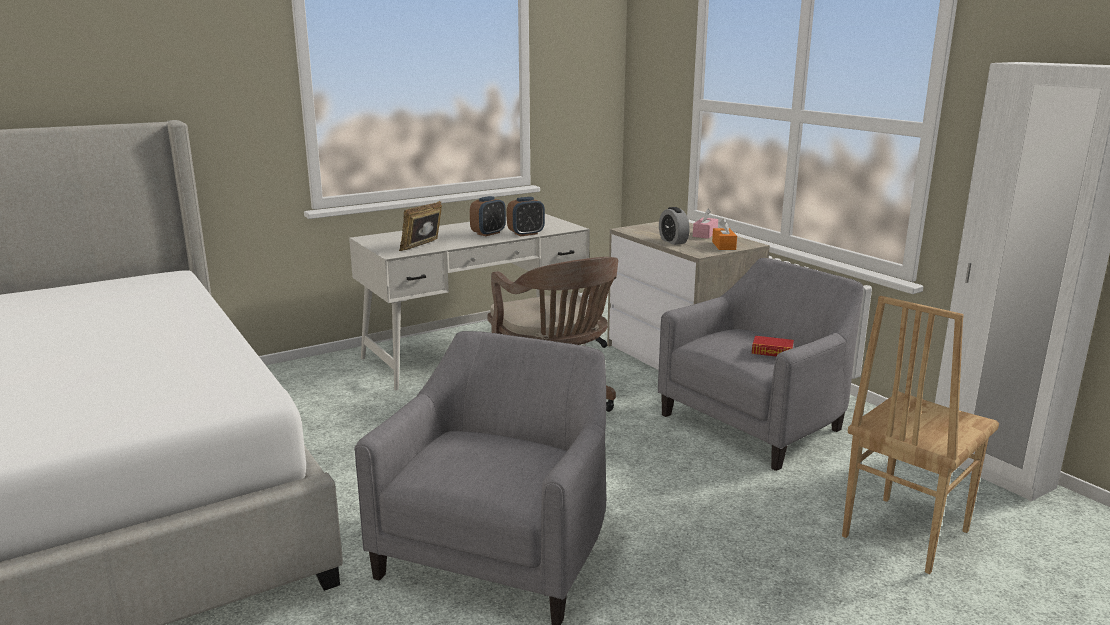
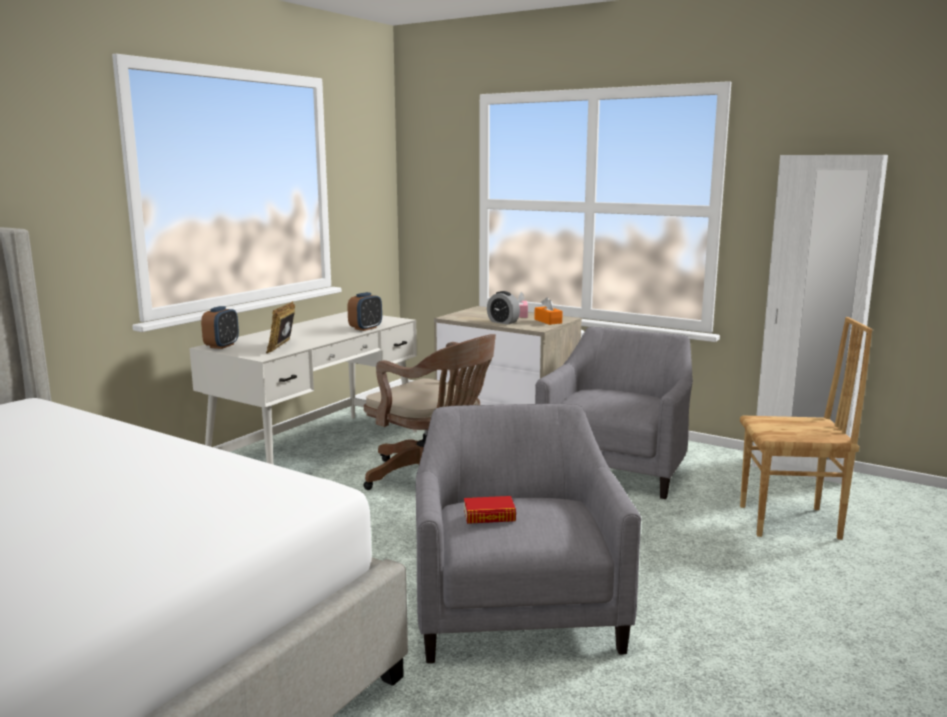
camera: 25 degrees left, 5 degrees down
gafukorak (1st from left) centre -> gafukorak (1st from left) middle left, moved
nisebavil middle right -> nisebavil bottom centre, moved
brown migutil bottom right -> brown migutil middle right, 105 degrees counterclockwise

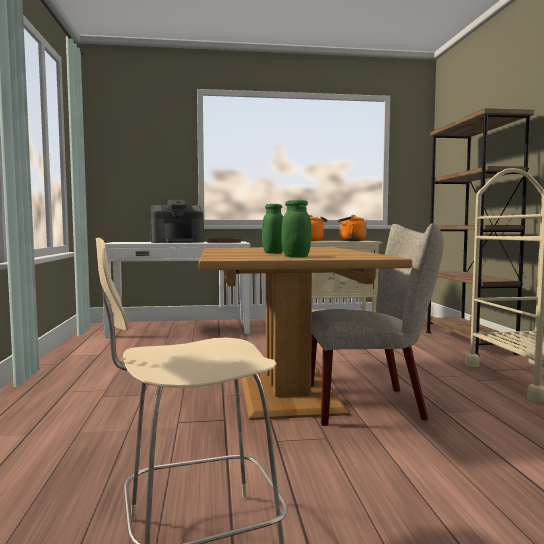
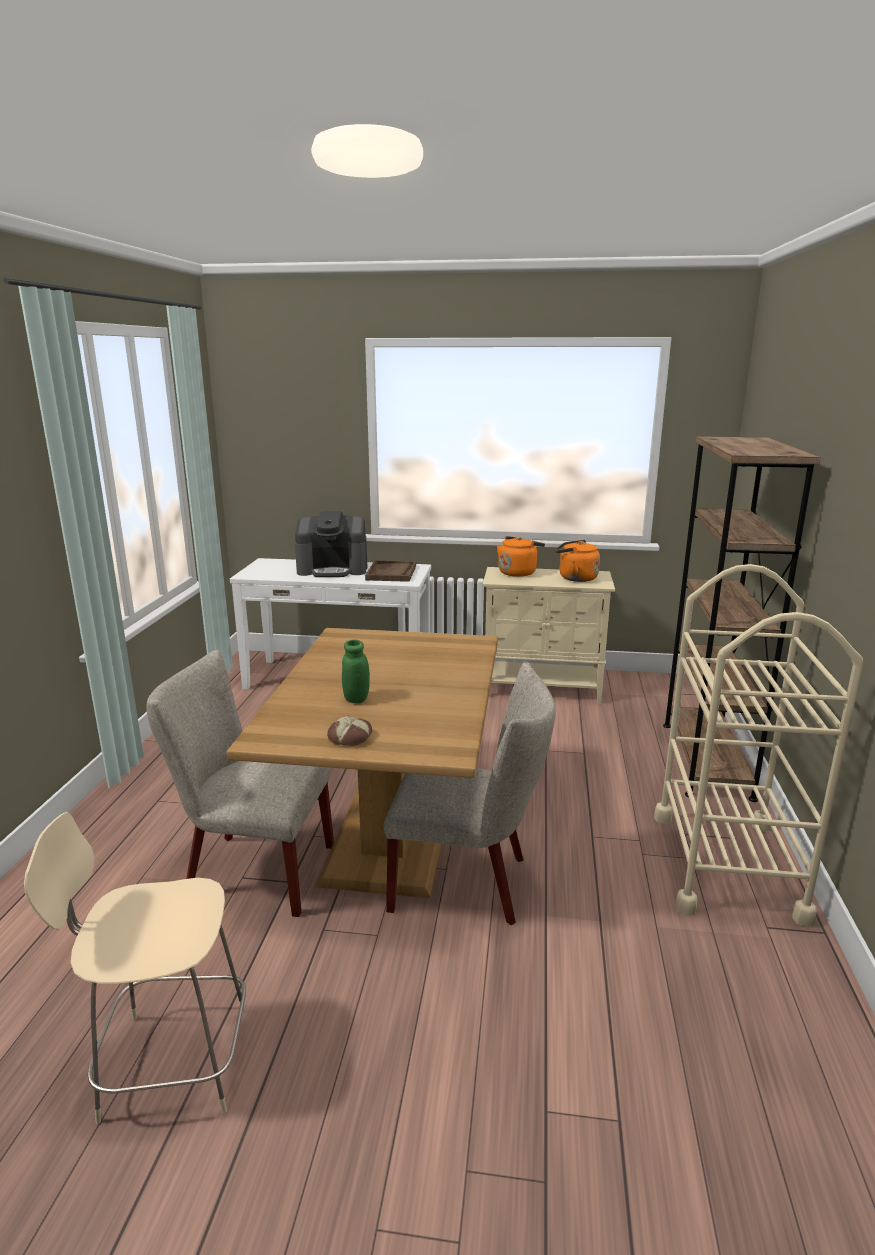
camera: 15 degrees right, 15 degrees up
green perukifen (2nd from left) centre -> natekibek centre
none -> beige migutil (1st from left) middle left

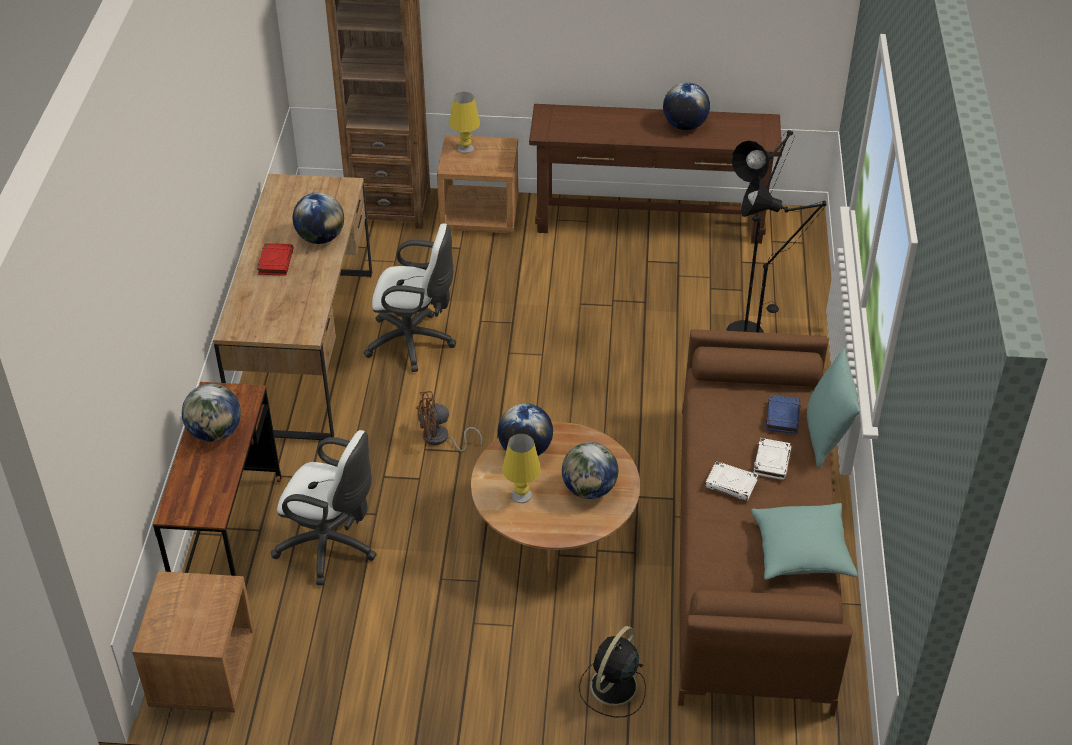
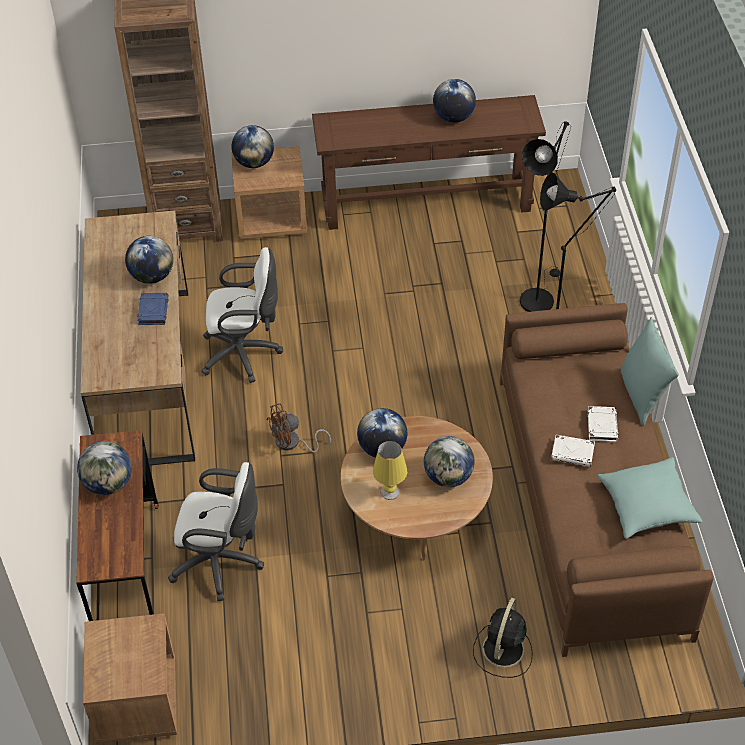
camera: 10 degrees left, 5 degrees up
red nisebavil middle left -> none
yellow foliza (1st from left) top centre -> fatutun (3rd from left) top centre
blue nisebavil middle right -> blue nisebavil middle left, moved

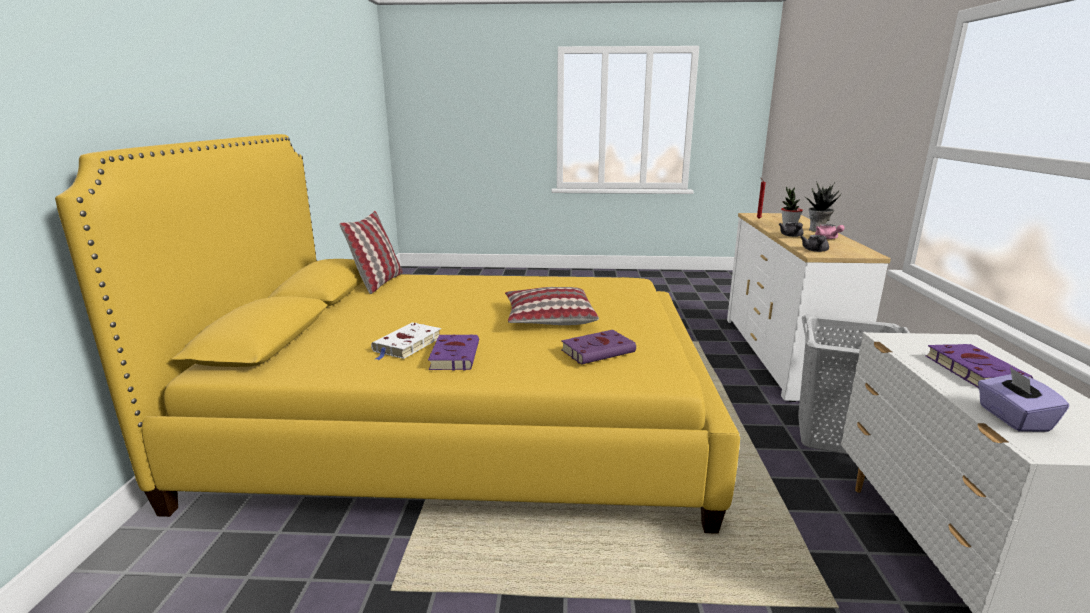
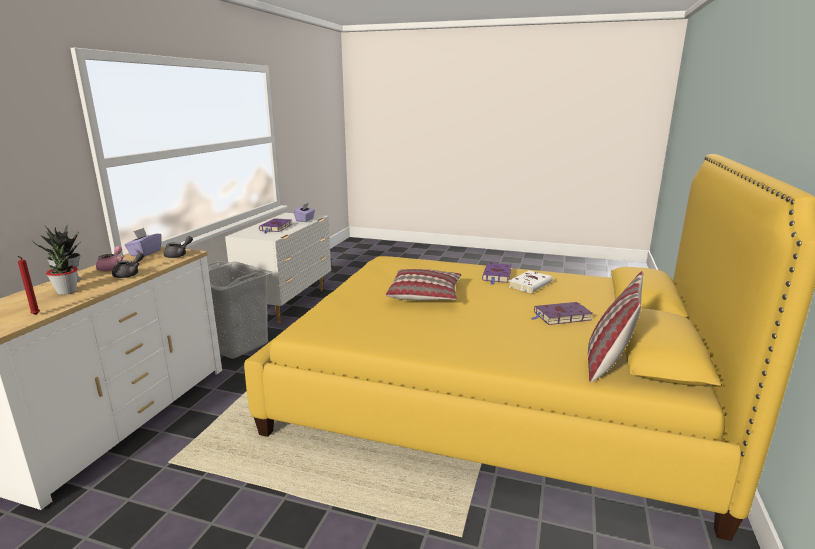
camera: 165 degrees left, 0 degrees up
purple nisebavil (2nd from left in the first image) centre -> purple nisebavil (3rd from left) middle right, moved
none -> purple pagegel (1st from left) middle left

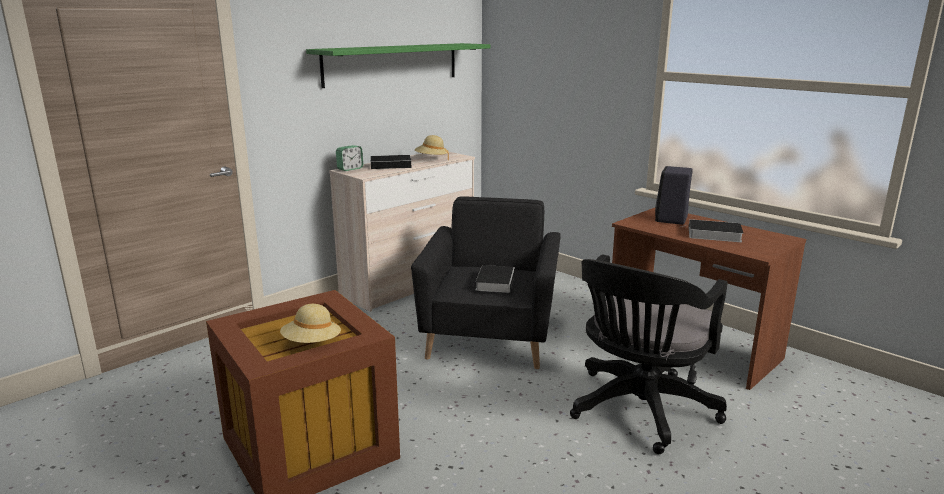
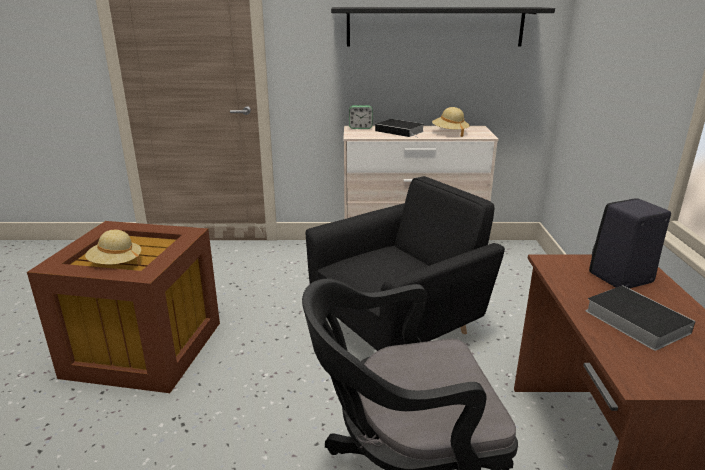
camera: 45 degrees right, 5 degrees up
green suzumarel top centre -> black suzumarel top centre
nisebavil (2nd from left) centre -> none

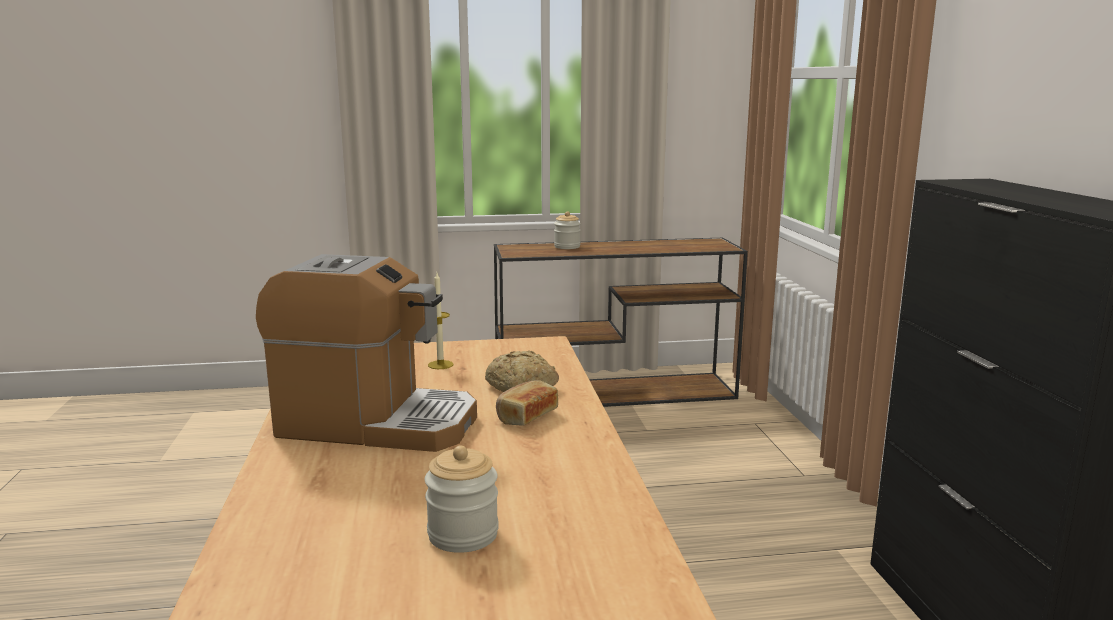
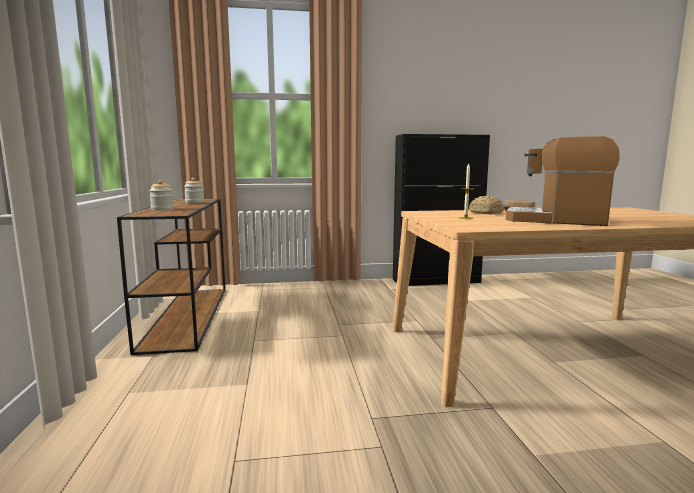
camera: 90 degrees left, 5 degrees down
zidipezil middle left -> zidipezil middle right, 75 degrees counterclockwise
perukifen (1st from left in the first image) bottom centre -> perukifen (2nd from left) middle left, moved

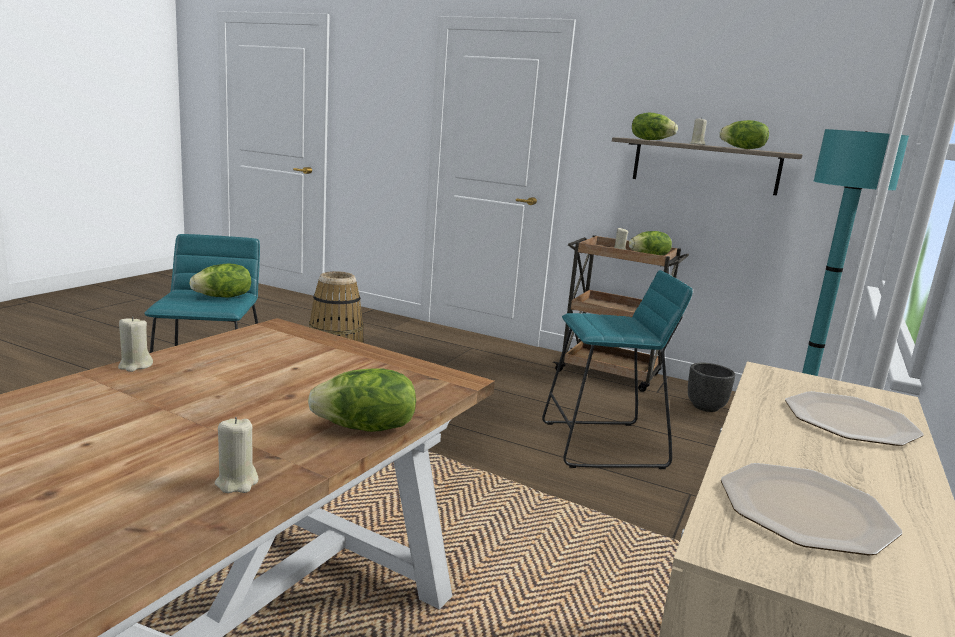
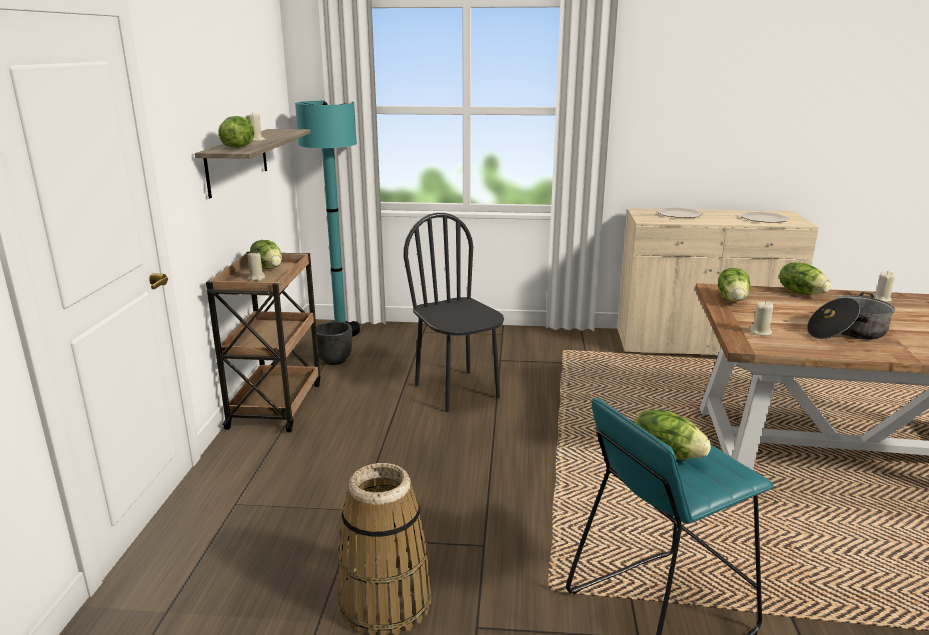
camera: 110 degrees left, 5 degrees up
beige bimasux (1st from left in the first image) middle left -> beige bimasux (3rd from left) middle right, moved
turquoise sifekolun (2nd from left) centre -> black migutil centre
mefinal (5th from left in the first image) top right -> mefinal (4th from left) middle right, moved
none -> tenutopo middle right

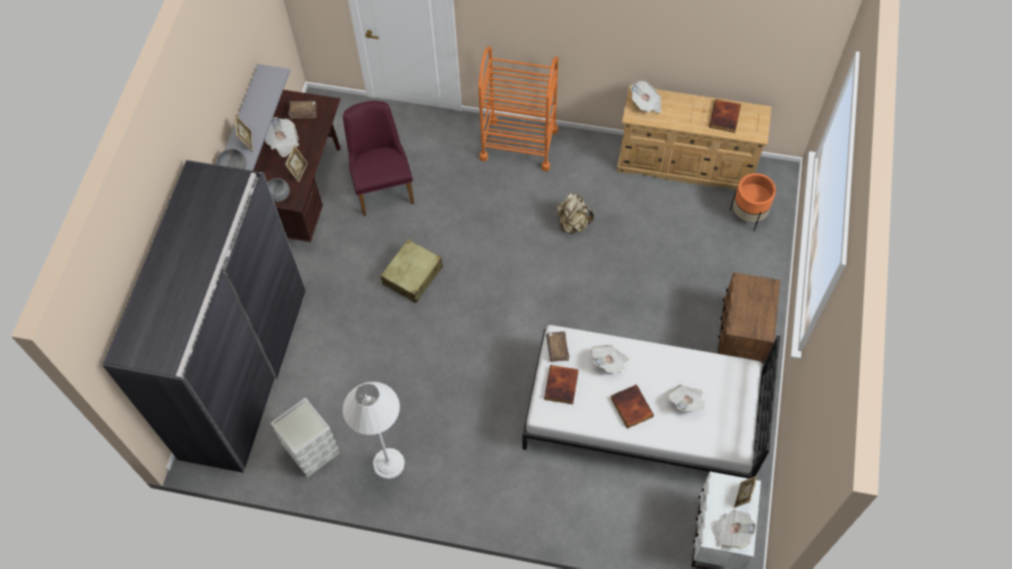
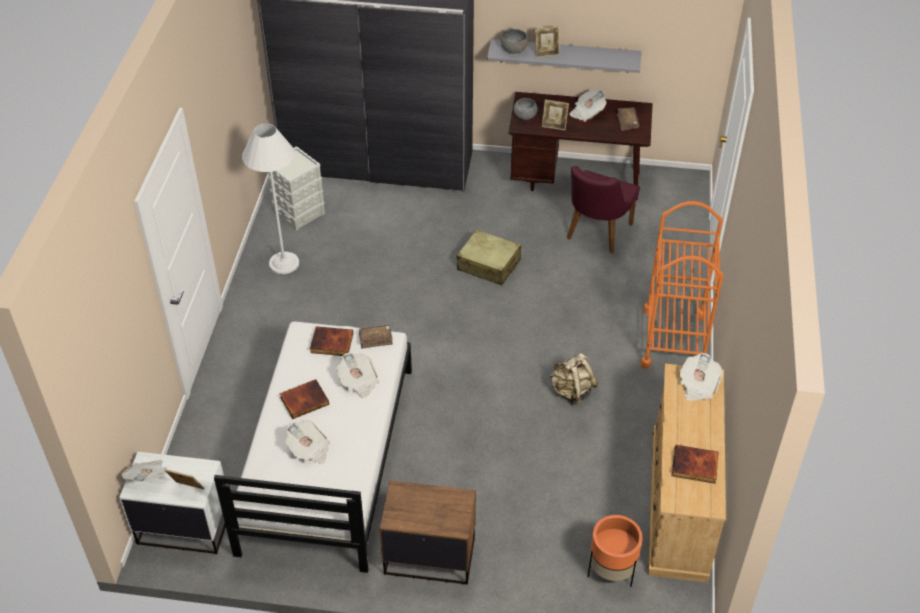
camera: 85 degrees right, 15 degrees down
purple migutil top centre -> purple migutil centre, 135 degrees clockwise

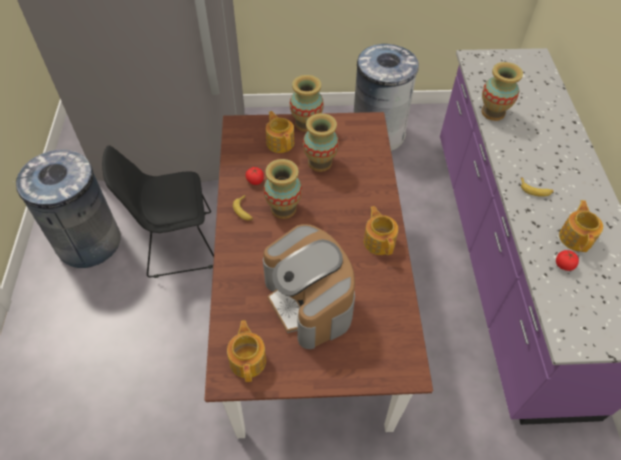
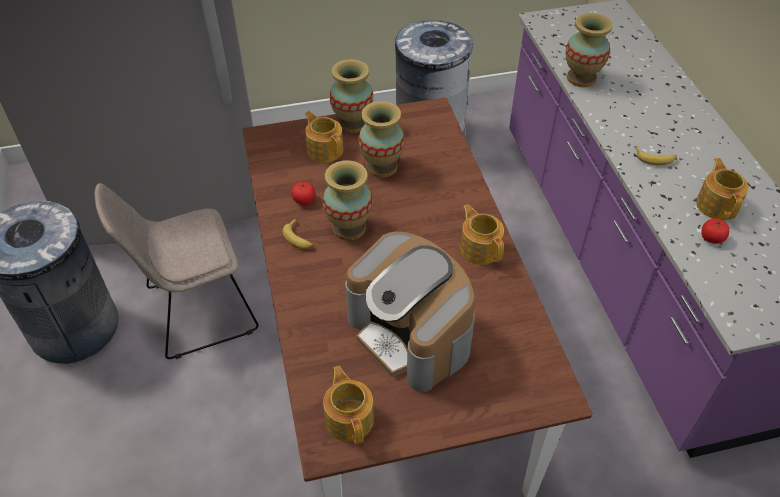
camera: 10 degrees left, 5 degrees down
black migutil middle left -> beige migutil middle left

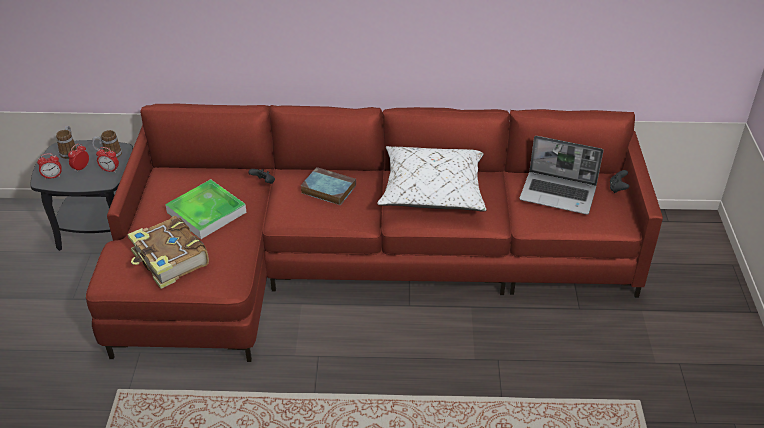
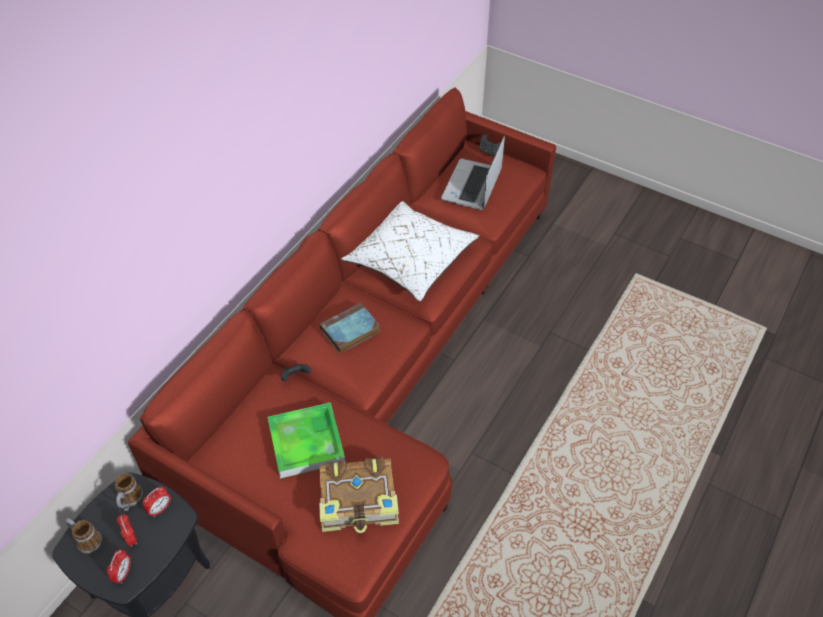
camera: 60 degrees left, 10 degrees up
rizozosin middle right -> rizozosin top centre, 150 degrees clockwise

